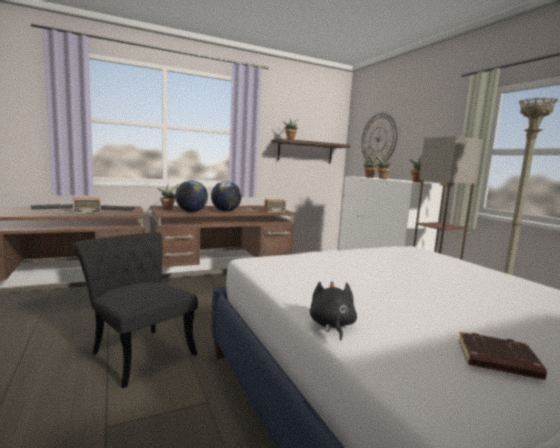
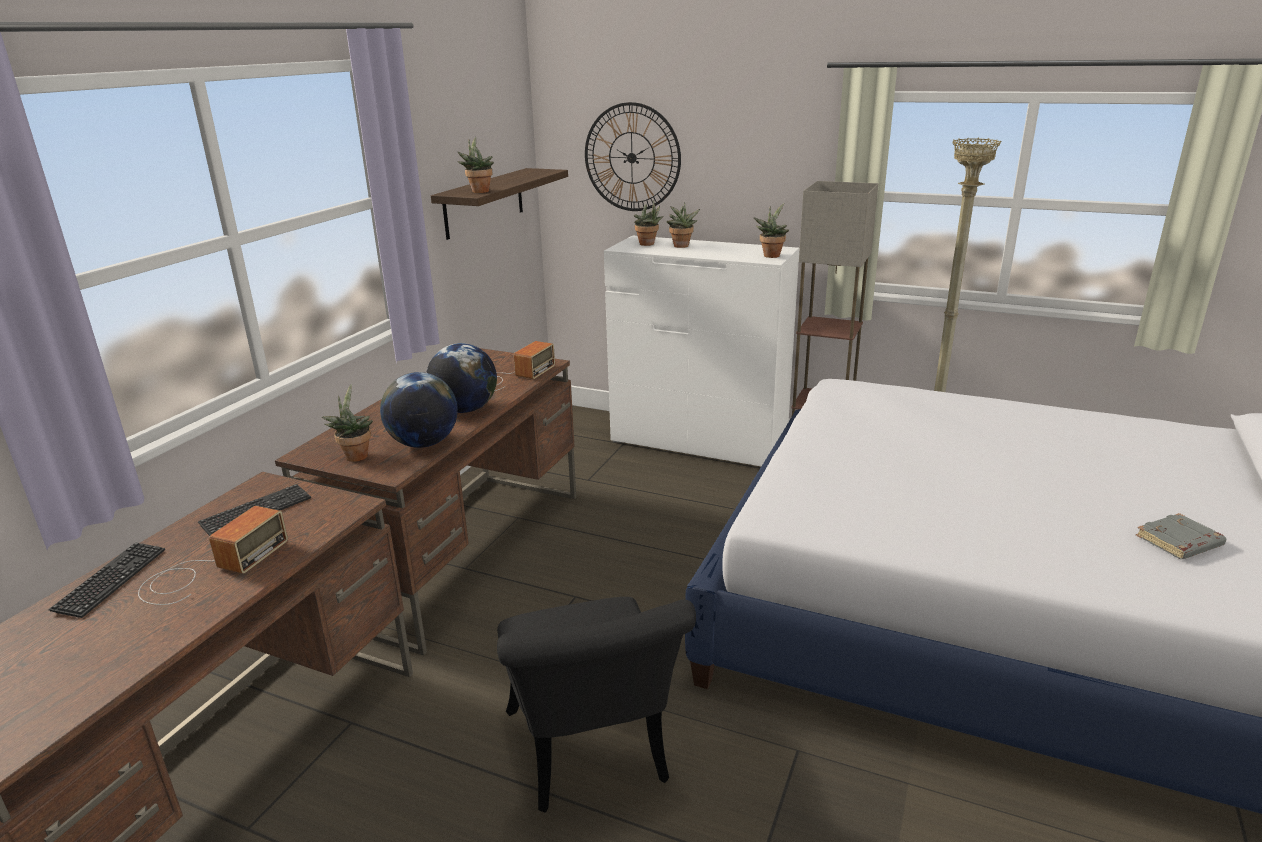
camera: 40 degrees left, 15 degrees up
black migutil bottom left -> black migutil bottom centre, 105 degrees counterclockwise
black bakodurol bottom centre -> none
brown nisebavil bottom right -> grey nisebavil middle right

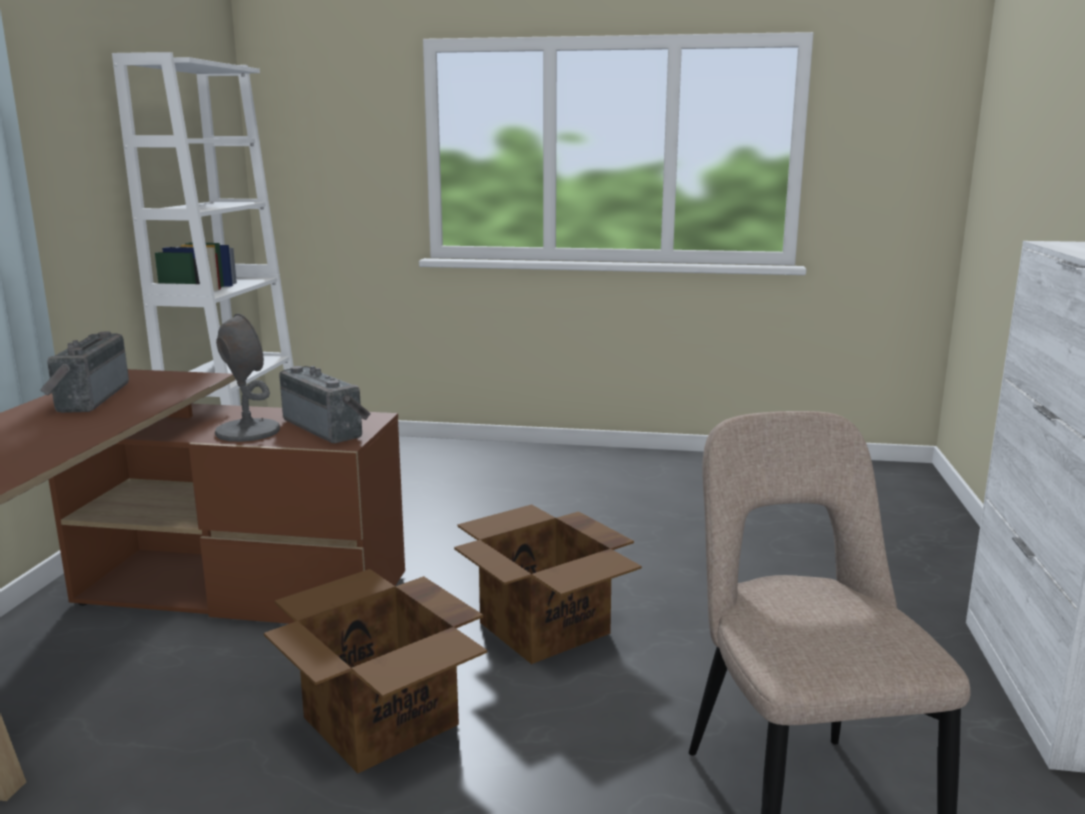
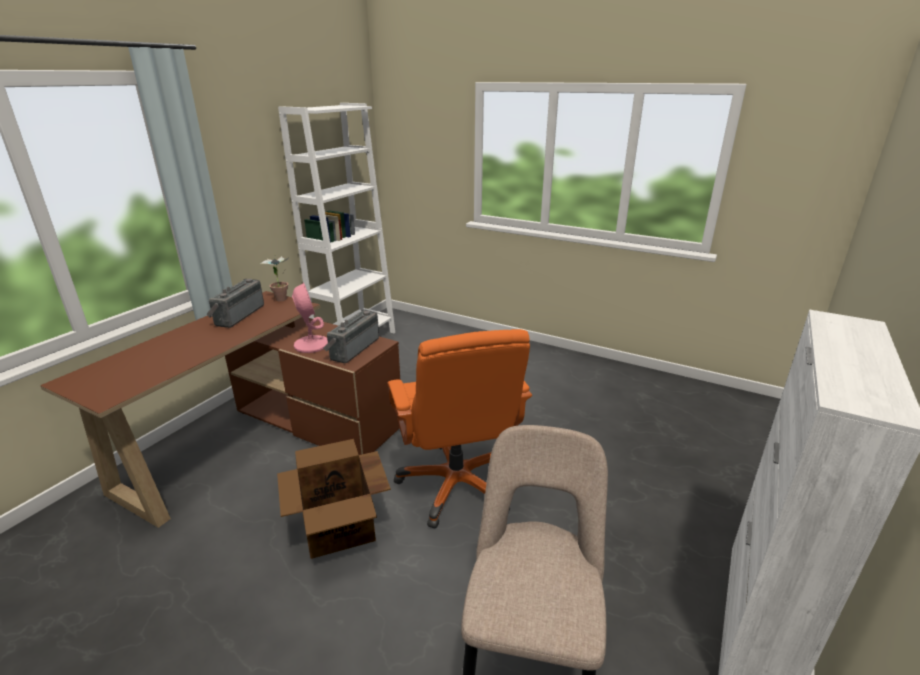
camera: 20 degrees right, 10 degrees up
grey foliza middle left -> pink foliza centre
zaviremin (2nd from left) middle left -> zaviremin (2nd from left) centre, 135 degrees counterclockwise
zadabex (2nd from left) bottom centre -> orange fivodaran centre
none -> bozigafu middle left

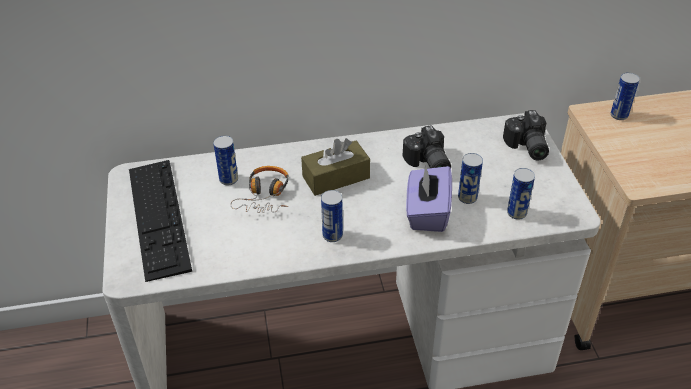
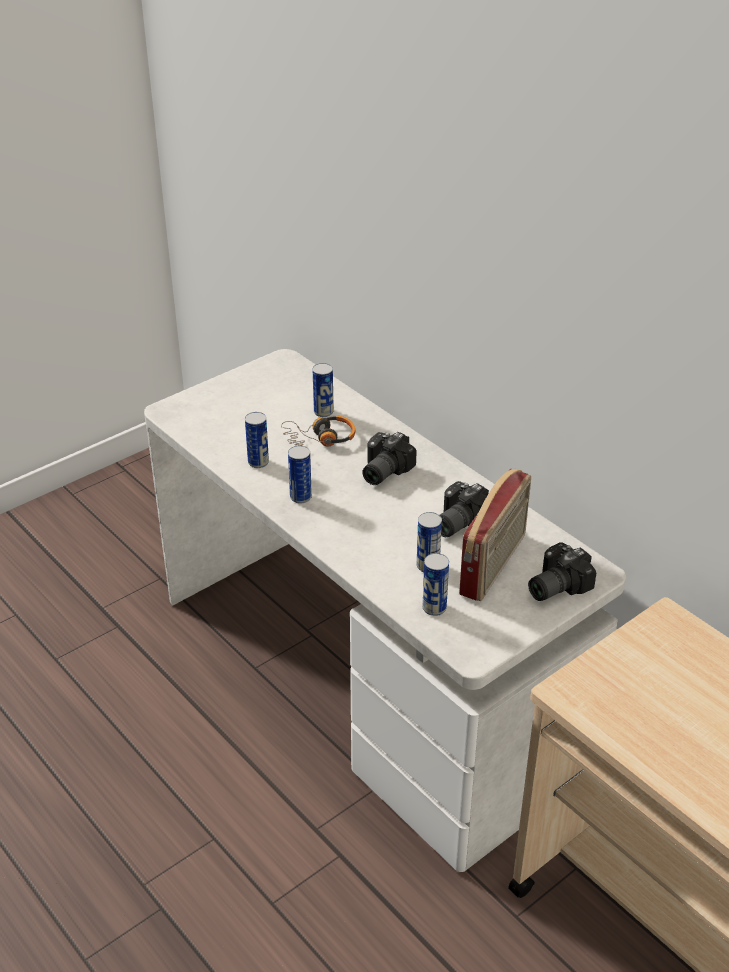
camera: 60 degrees right, 5 degrees down
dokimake middle left -> none
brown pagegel centre -> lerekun (1st from left) centre
purple pagegel centre -> none
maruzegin (5th from left in the first image) top right -> maruzegin (1st from left) centre, moved
none -> zaviremin middle right

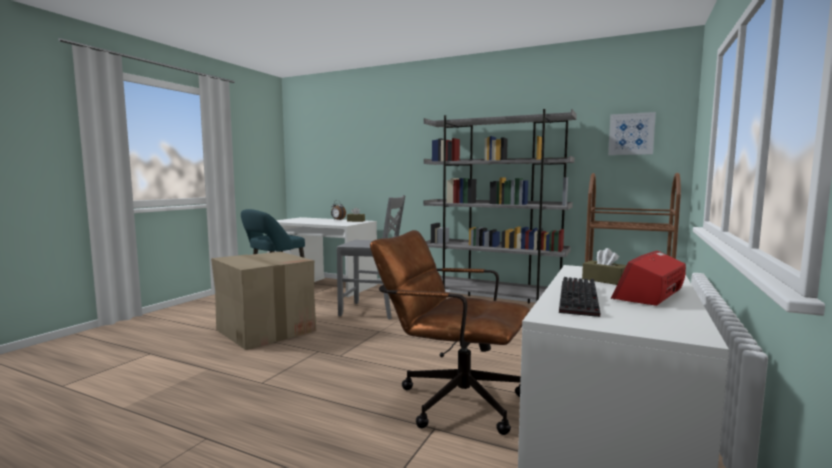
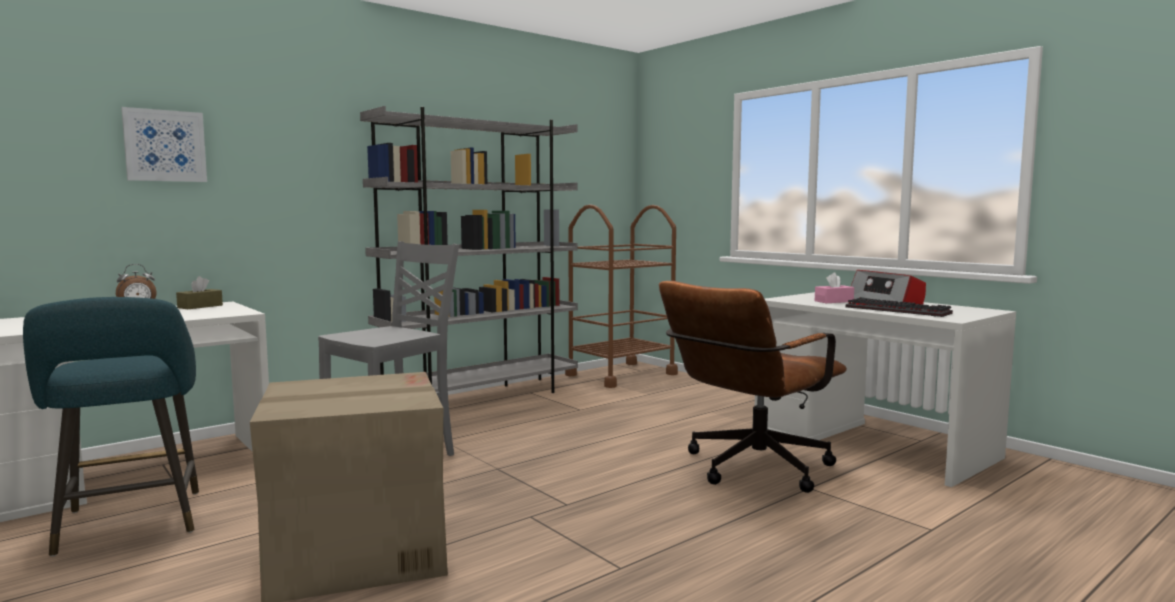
camera: 65 degrees left, 0 degrees up
brown pagegel (2nd from left) middle right -> pink pagegel middle right
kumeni top right -> kumeni top left, moved

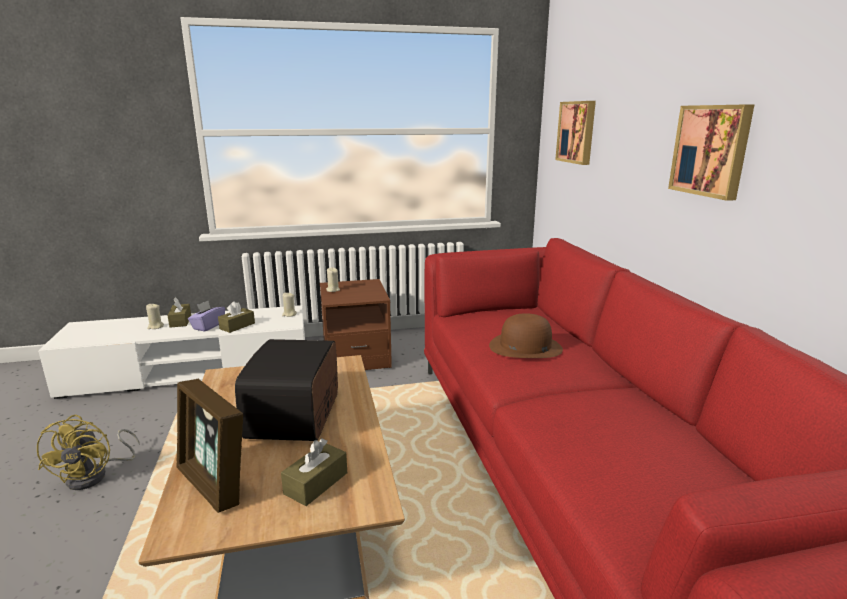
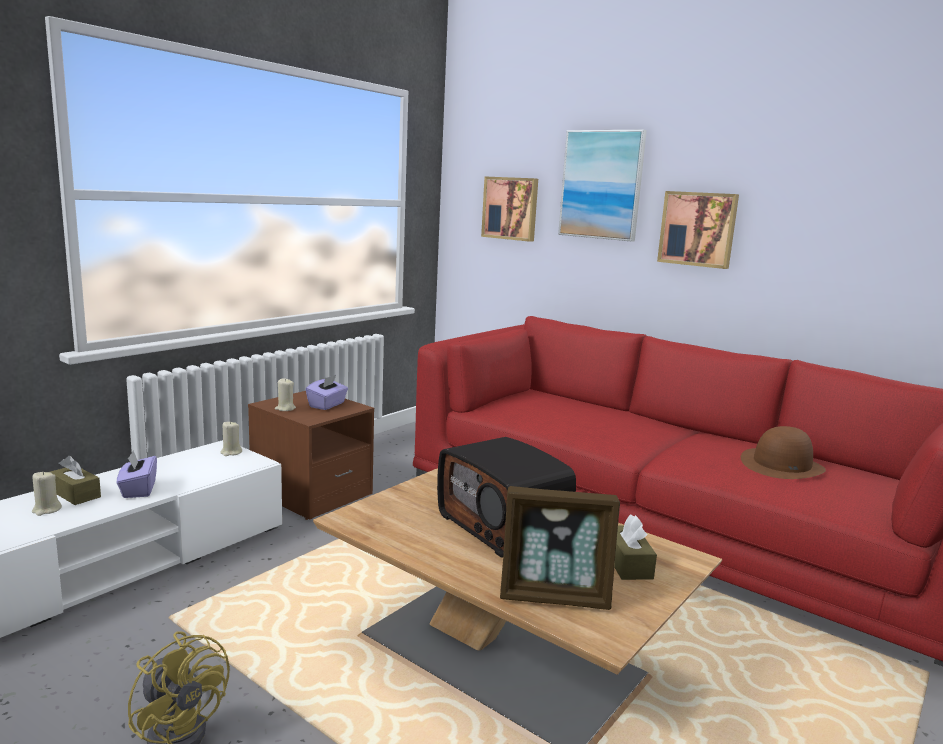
camera: 40 degrees left, 5 degrees down
brown pagegel (2nd from left) middle left -> none
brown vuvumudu centre -> brown vuvumudu middle right, moved
none -> purple pagegel (2nd from left) centre
none -> kumeni (2nd from left) top centre

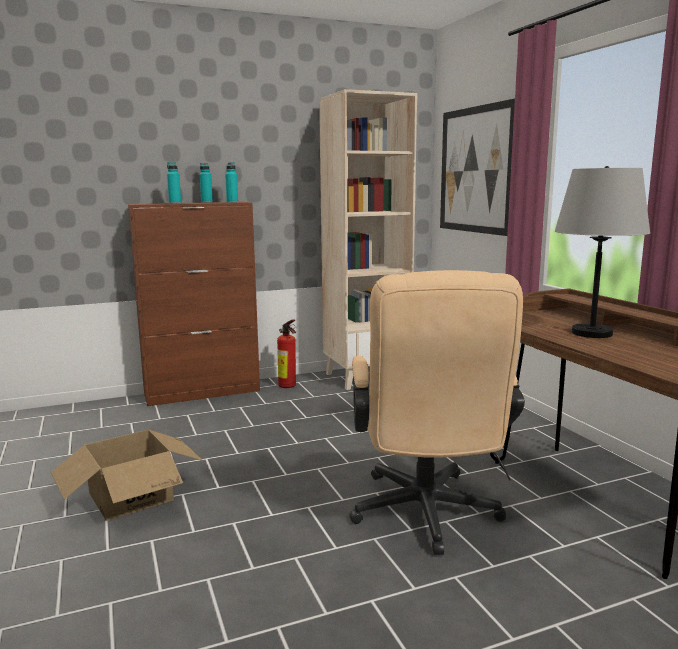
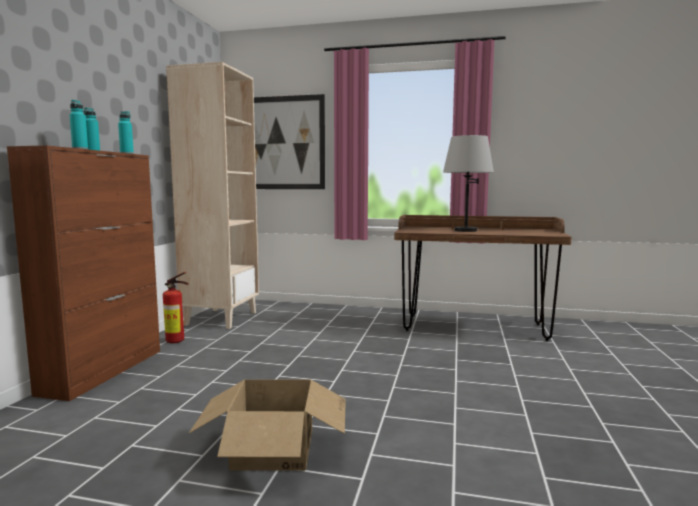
camera: 55 degrees left, 5 degrees down
beige fivodaran centre -> none

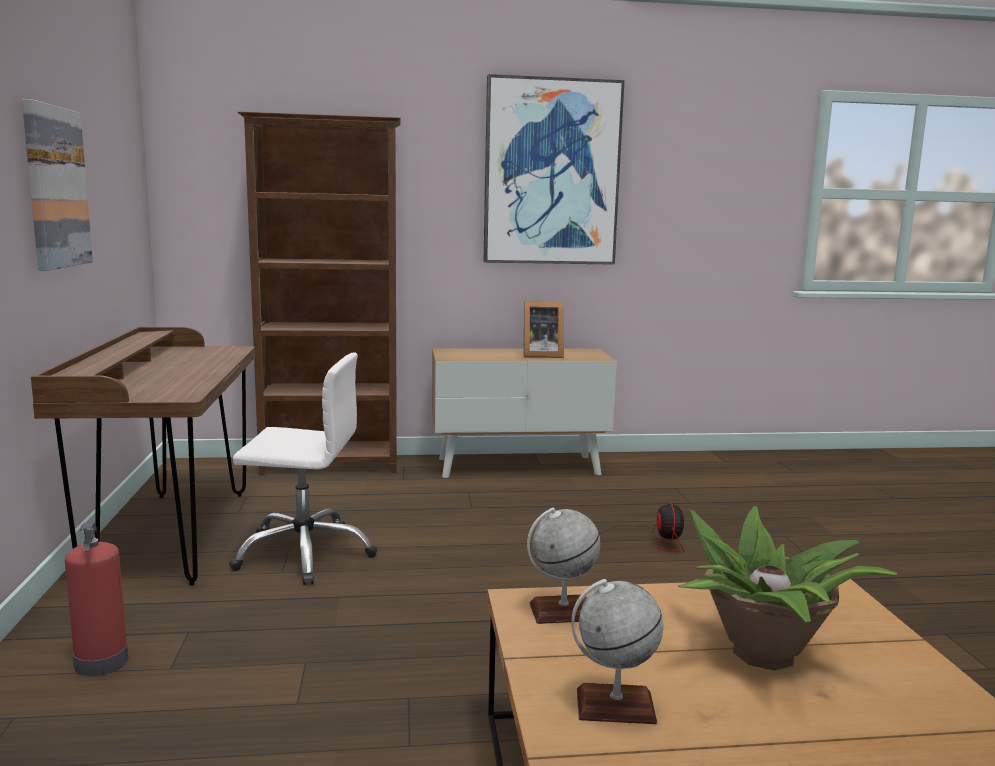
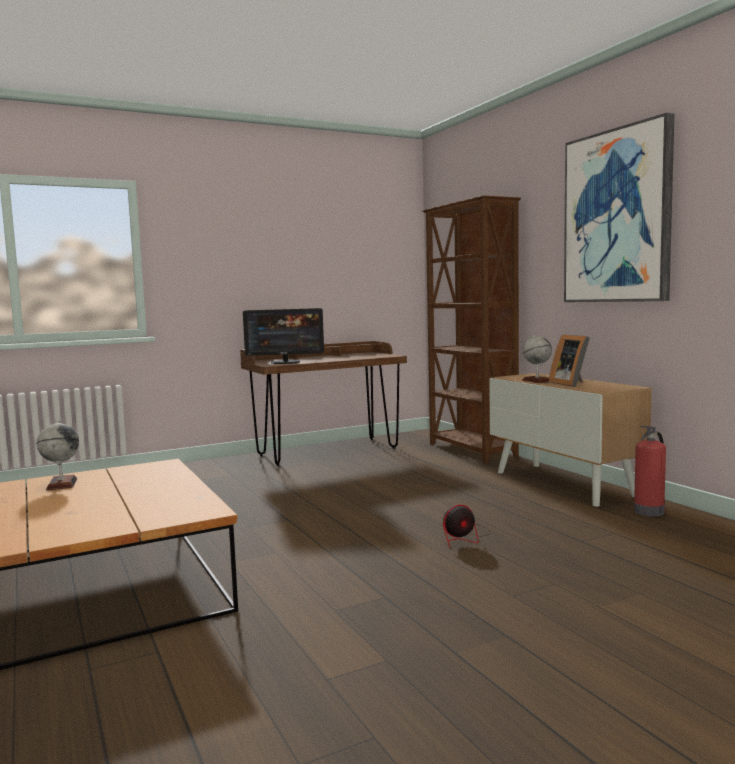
camera: 70 degrees right, 5 degrees down
kumeni (1st from left) top left -> none
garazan bottom left -> garazan middle right, moved
white fivodaran middle left -> none
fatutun (1st from left in the first image) bottom centre -> fatutun (2nd from left) middle right, moved
bozigafu bottom right -> none
none -> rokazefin centre

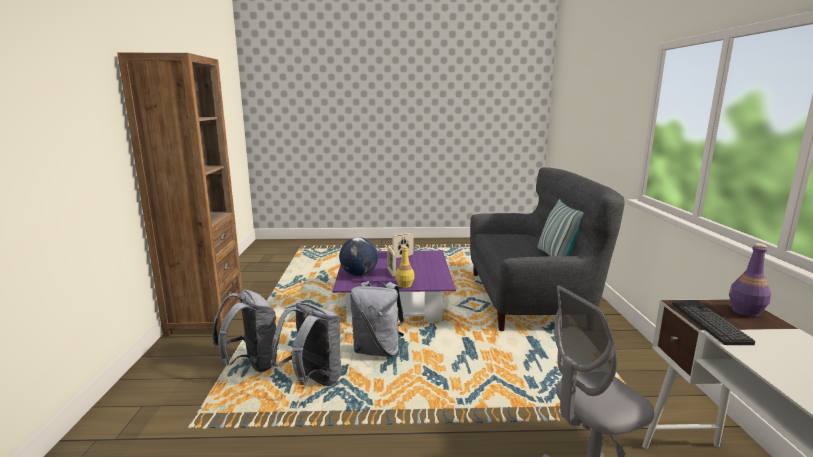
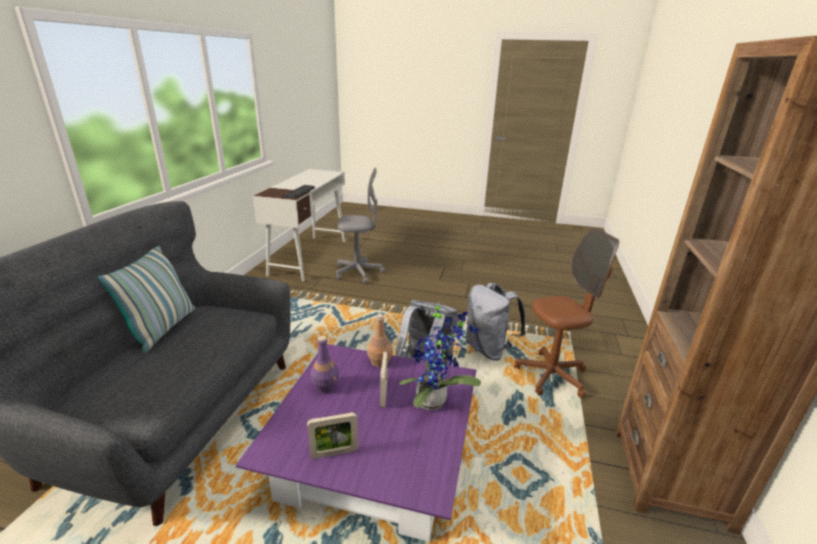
camera: 165 degrees left, 10 degrees up
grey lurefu (1st from left) bottom left -> brown fivodaran middle right
fatutun centre -> bozigafu centre
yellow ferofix centre -> brown ferofix centre
purple ferofix middle right -> purple ferofix bottom centre, moved

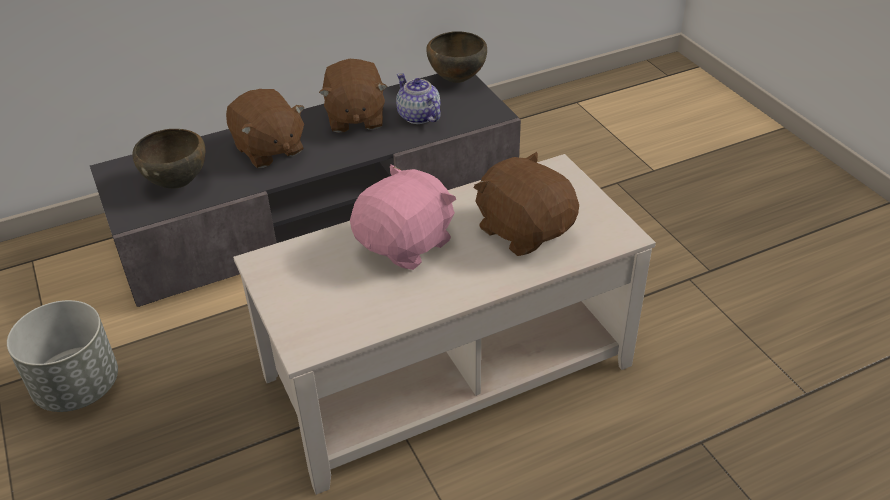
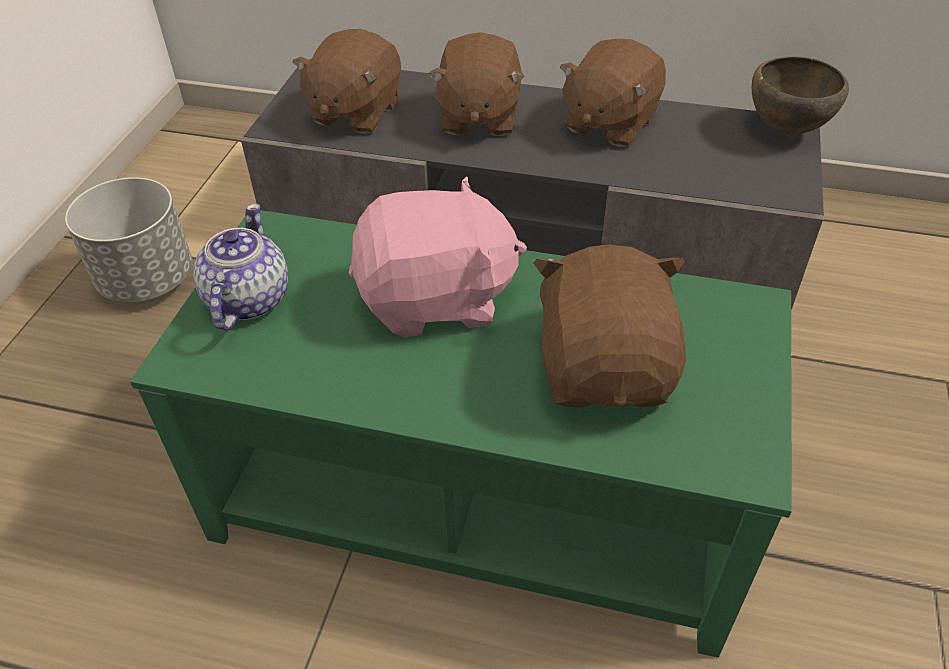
camera: 40 degrees right, 5 degrees up
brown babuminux (1st from left) top left -> brown bakodurol (1st from left) top centre
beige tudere centre -> green tudere centre
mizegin top centre -> mizegin middle left, moved

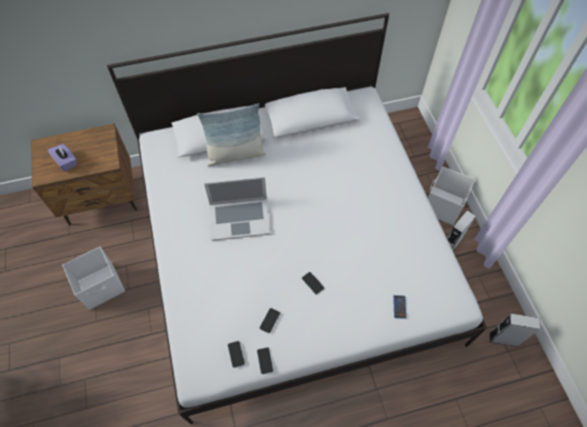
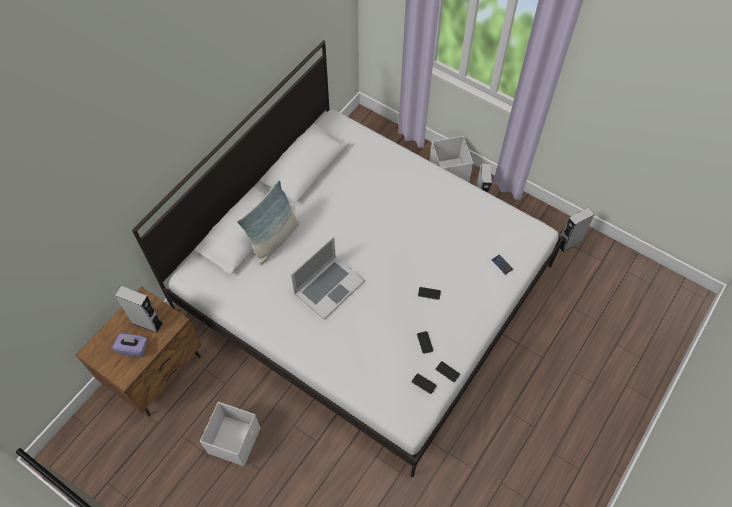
camera: 40 degrees left, 0 degrees up
none -> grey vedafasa (1st from left) middle left

